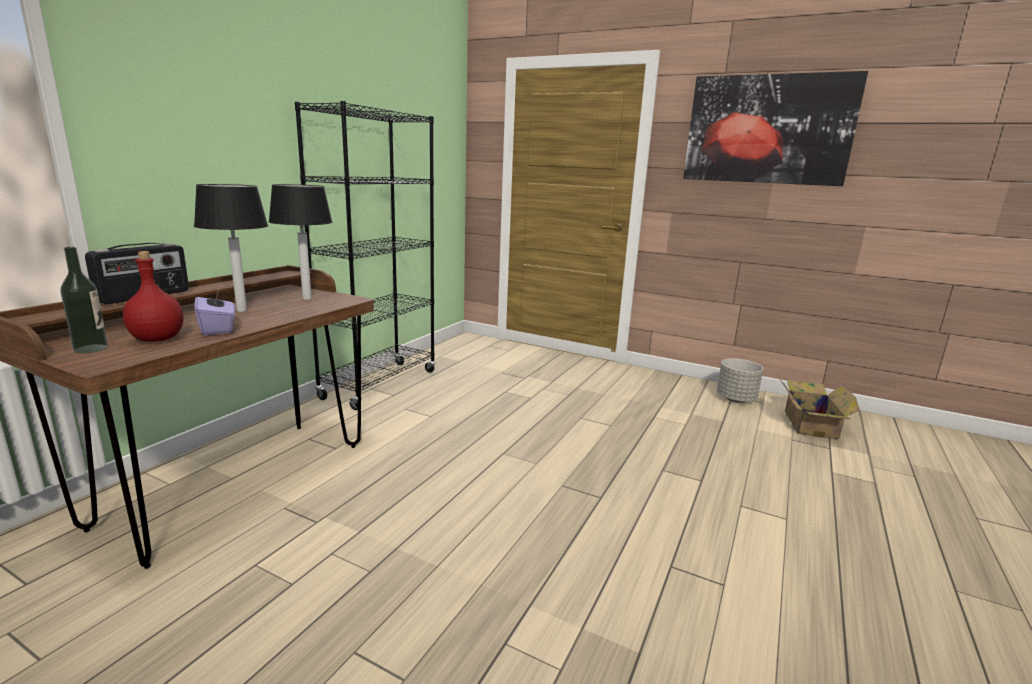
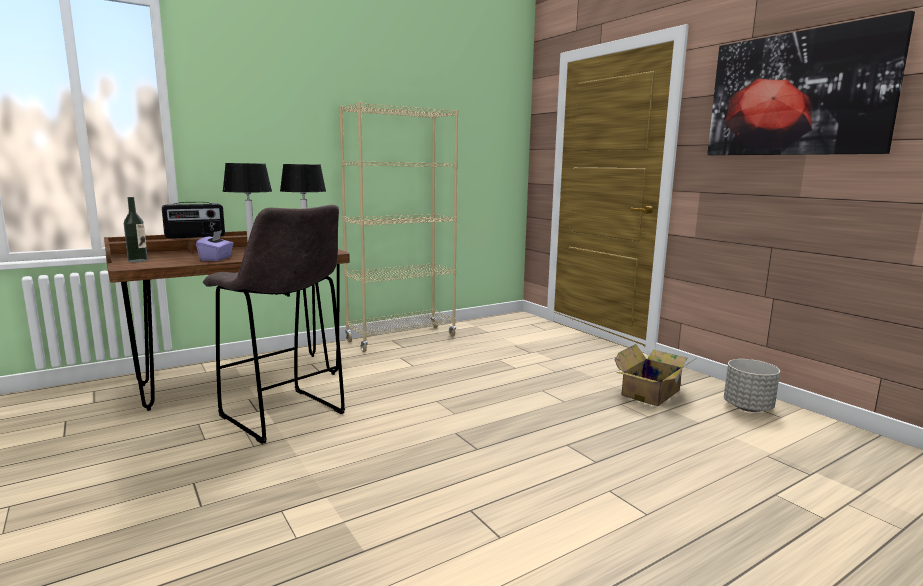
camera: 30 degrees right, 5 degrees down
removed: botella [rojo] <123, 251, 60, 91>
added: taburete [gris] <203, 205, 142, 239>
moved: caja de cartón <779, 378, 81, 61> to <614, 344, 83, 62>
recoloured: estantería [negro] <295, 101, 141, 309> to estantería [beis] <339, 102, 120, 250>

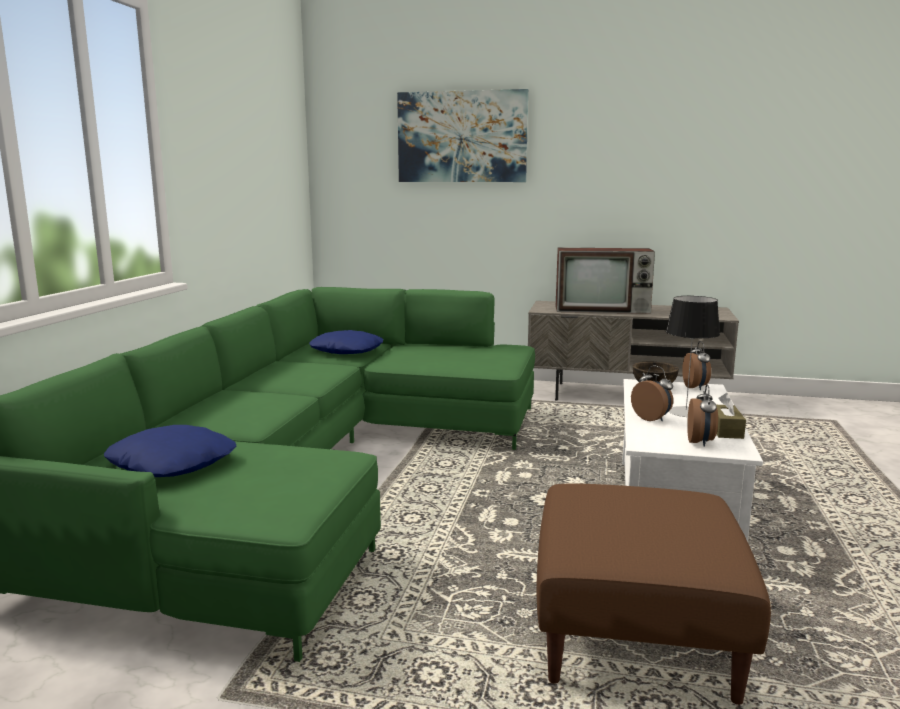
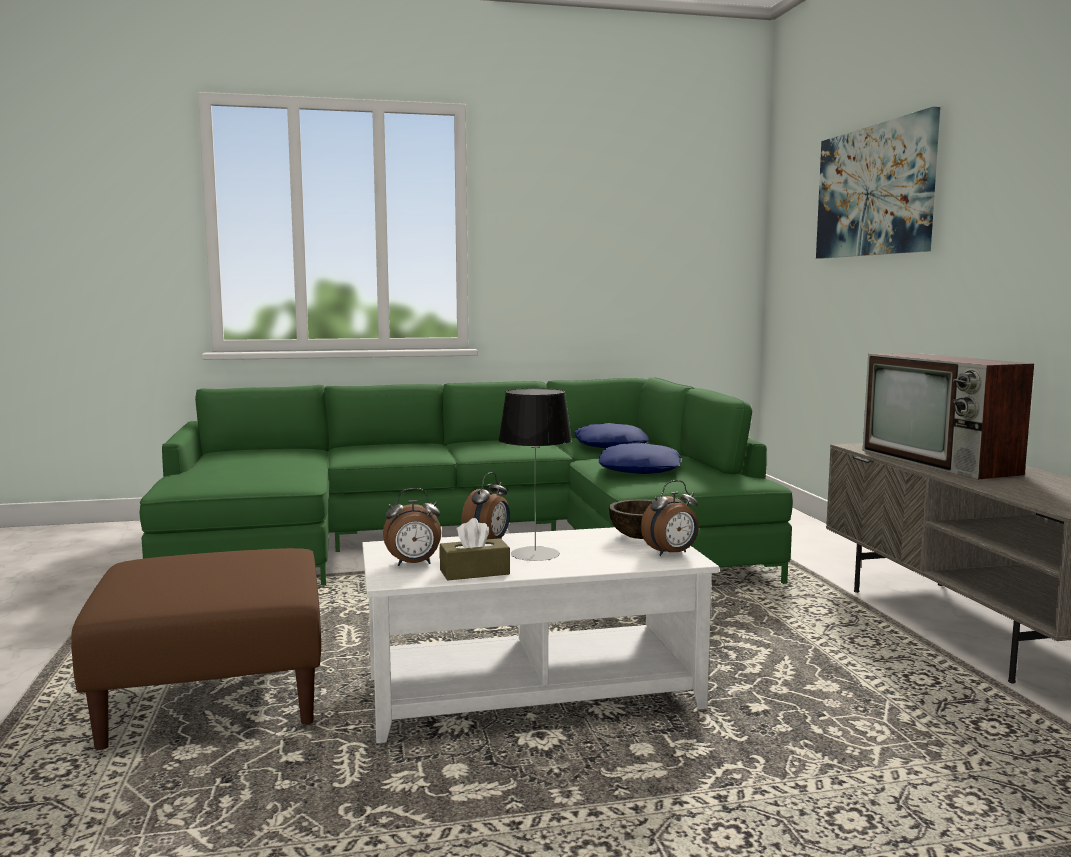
camera: 65 degrees right, 5 degrees down
moved: cojín [azul] <104, 425, 132, 52> to <599, 443, 82, 31>

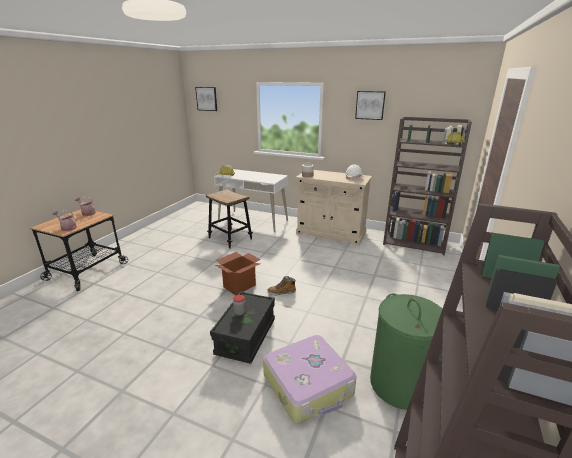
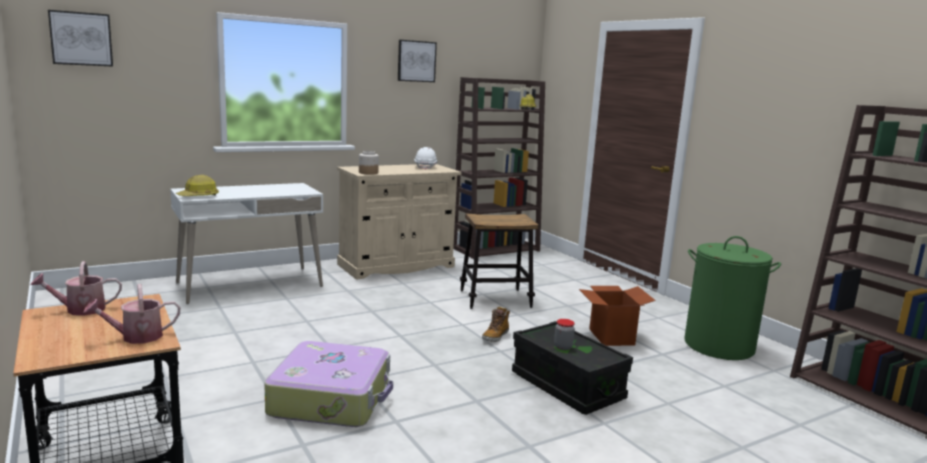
camera: 55 degrees left, 10 degrees down
moved: maleta <263, 335, 94, 89> to <264, 341, 129, 86>; taburete <206, 189, 47, 60> to <460, 213, 79, 96>; caja de cartón <216, 252, 45, 43> to <579, 286, 77, 60>

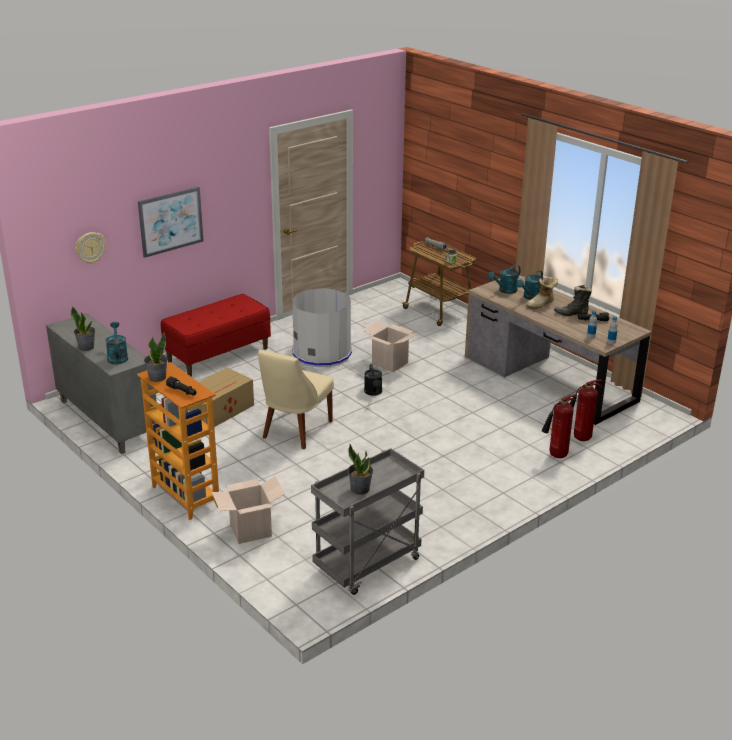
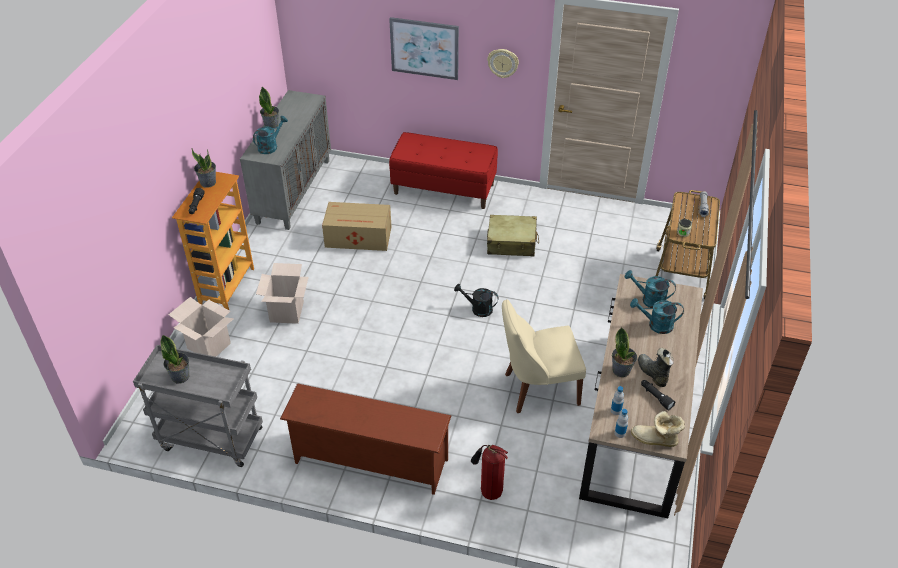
camera: 55 degrees right, 15 degrees up
removed: extintor <569, 380, 33, 61>
added: zapatero [marrón] <280, 383, 171, 112>; planta en maceta <612, 327, 25, 50>
moved: caja de cartón <363, 321, 56, 51> to <256, 263, 53, 61>; reloj de pared <75, 232, 31, 32> to <487, 49, 32, 29>; silla [beis] <258, 350, 76, 99> to <502, 300, 84, 113>; bota <526, 277, 32, 32> to <631, 411, 54, 36>
replaced: papelera [gris] <292, 288, 60, 79> to maleta [beis] <487, 215, 52, 41>
turned: regadera [negro] <364, 364, 18, 32> = <454, 284, 45, 33> 60 degrees clockwise

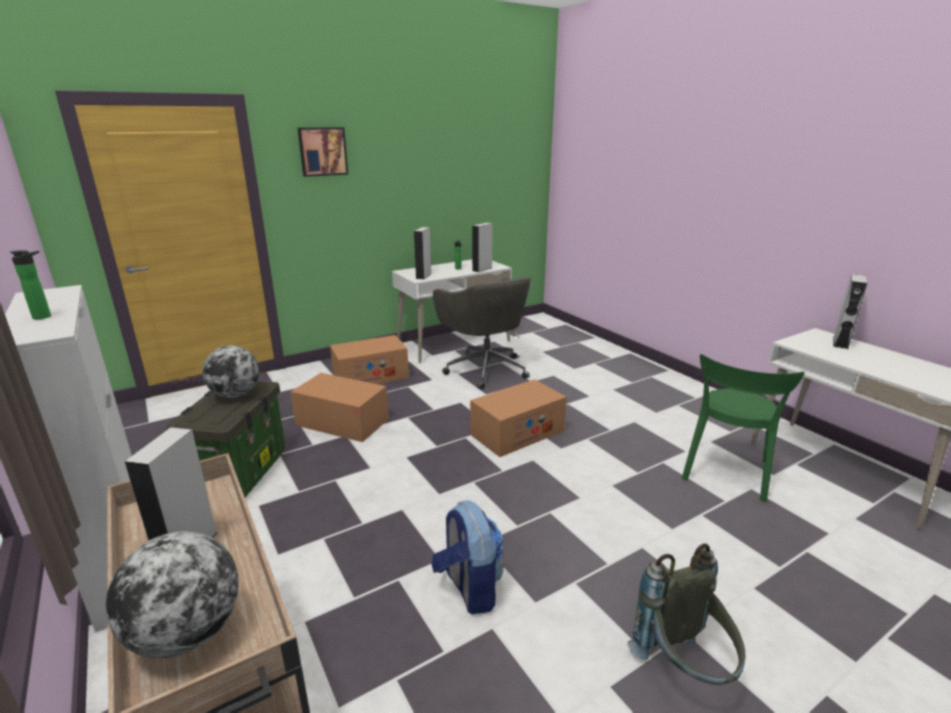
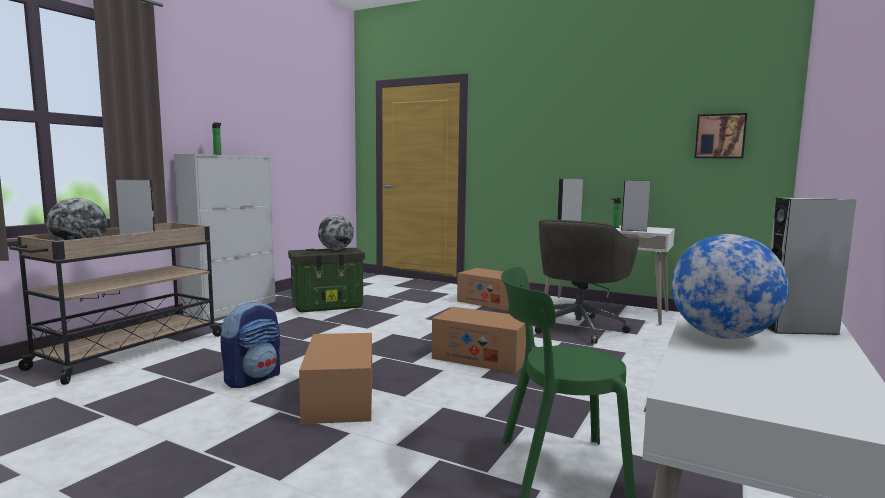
camera: 60 degrees right, 15 degrees down
removed: mochila [gris] <627, 543, 119, 142>
added: globo terráqueo <671, 234, 118, 105>
moved: caja de cartón <290, 373, 99, 69> to <299, 333, 73, 91>; cuadro <298, 127, 50, 50> to <695, 113, 52, 45>

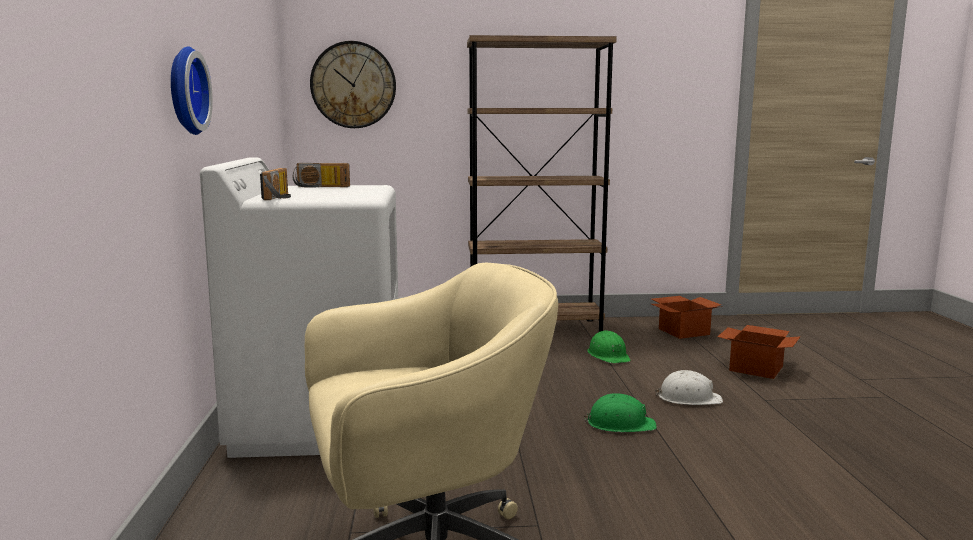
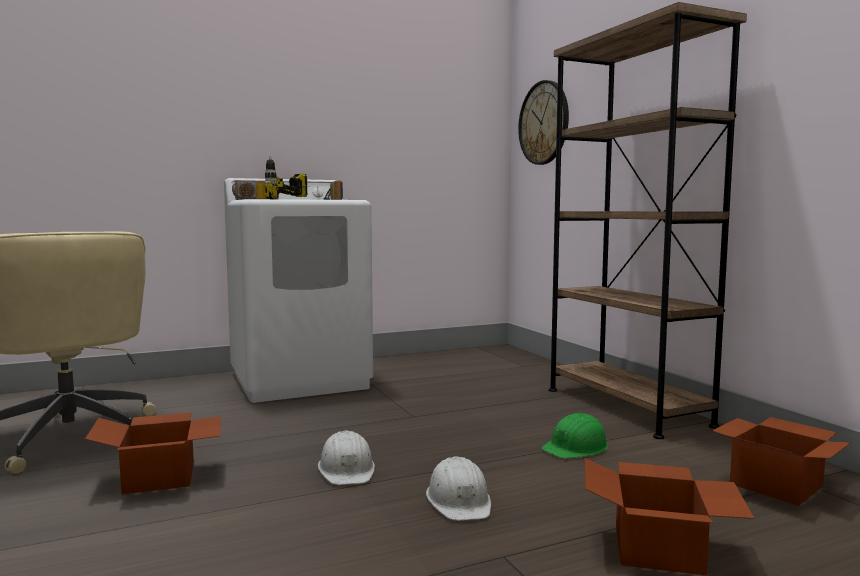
camera: 70 degrees right, 5 degrees down
removed: reloj de pared <171, 46, 42, 89>
added: caja de cartón <85, 413, 136, 81>; taladro <264, 156, 47, 43>
recoloured: casco [verde] <583, 393, 74, 39> to casco [blanco] <318, 430, 57, 55>

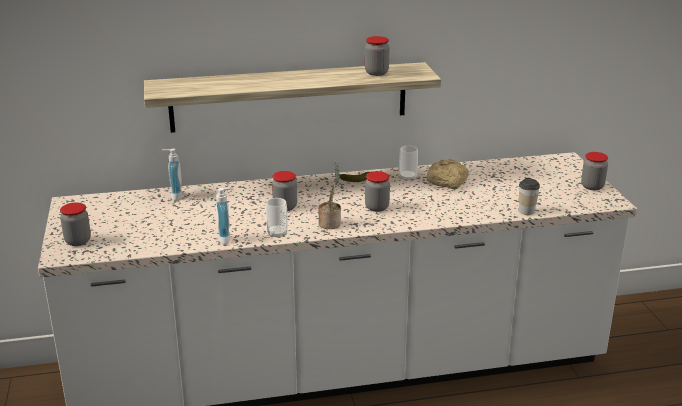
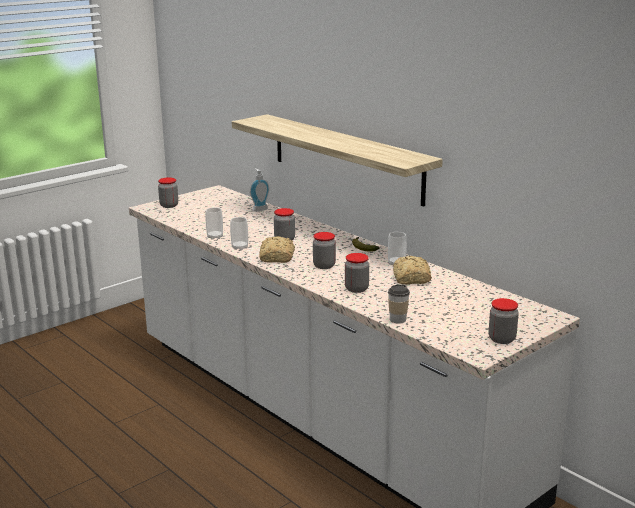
camera: 60 degrees right, 5 degrees down
moved: tarro <365, 36, 25, 40> to <345, 253, 24, 40>
replaced: dispensador de jabón <216, 188, 17, 57> to taza <205, 207, 18, 33>; planta en maceta <318, 163, 23, 66> to pan <259, 236, 36, 27>

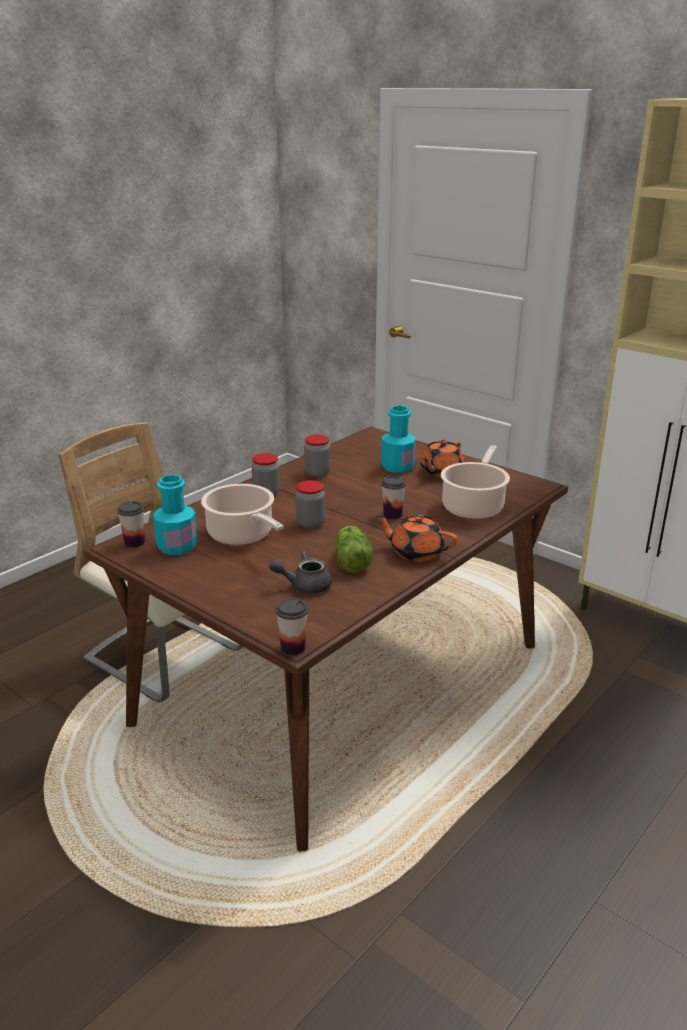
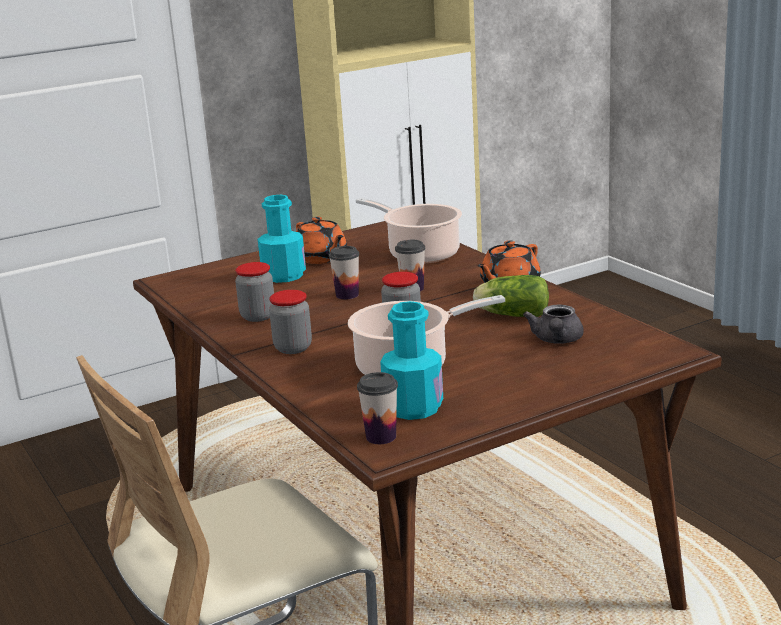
camera: 70 degrees left, 5 degrees down
moved: taza <276, 598, 32, 57> to <329, 246, 30, 53>

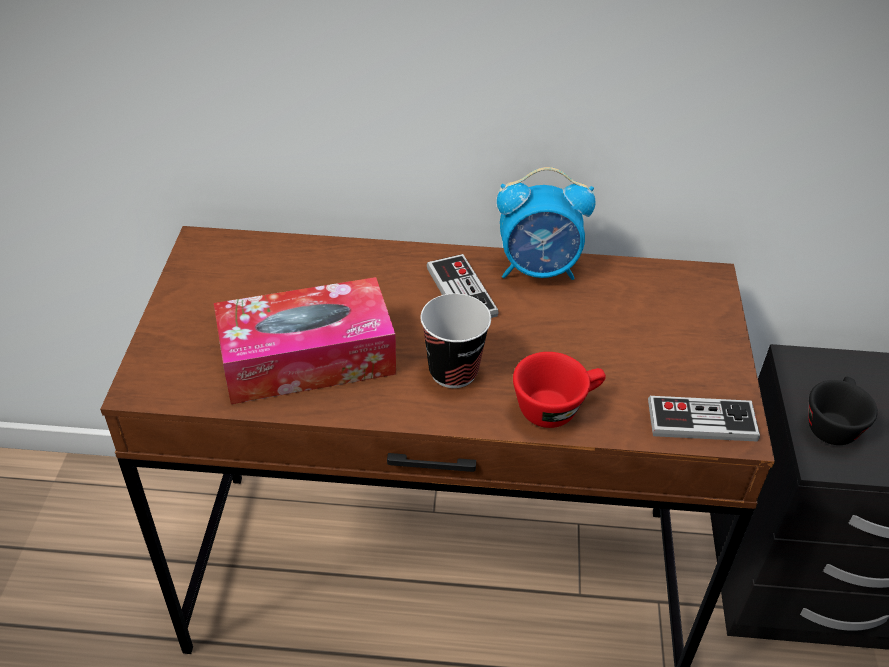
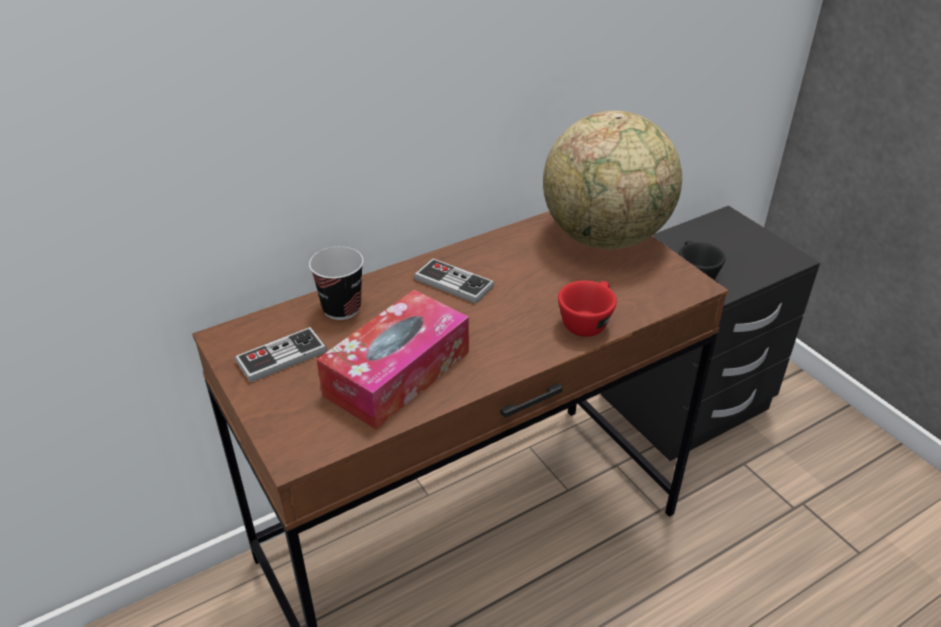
camera: 35 degrees left, 5 degrees down
removed: despertador <497, 167, 99, 113>
added: globo terráqueo <543, 111, 139, 138>
moved: mando de consola <648, 396, 112, 45> to <235, 327, 92, 56>; taza <421, 294, 70, 94> to <309, 246, 55, 74>

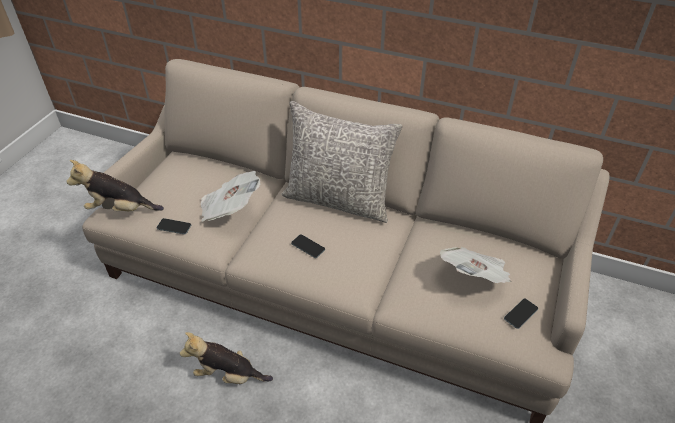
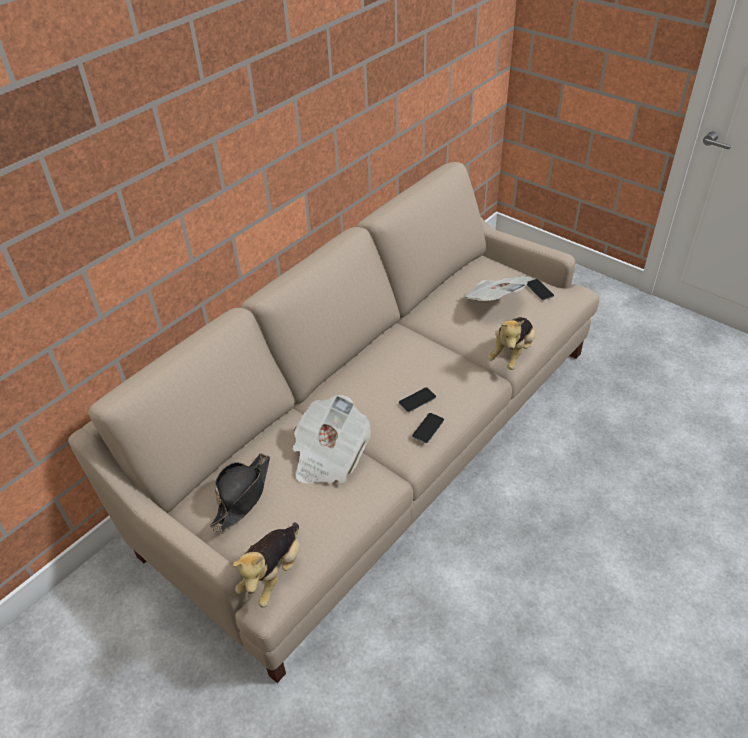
camera: 70 degrees left, 0 degrees up
removed: cojín [gris] <282, 101, 121, 122>
added: sombrero [negro] <210, 453, 60, 80>
moved: móvil <157, 218, 34, 17> to <412, 413, 32, 30>; peluche <180, 332, 93, 52> to <488, 317, 48, 53>

